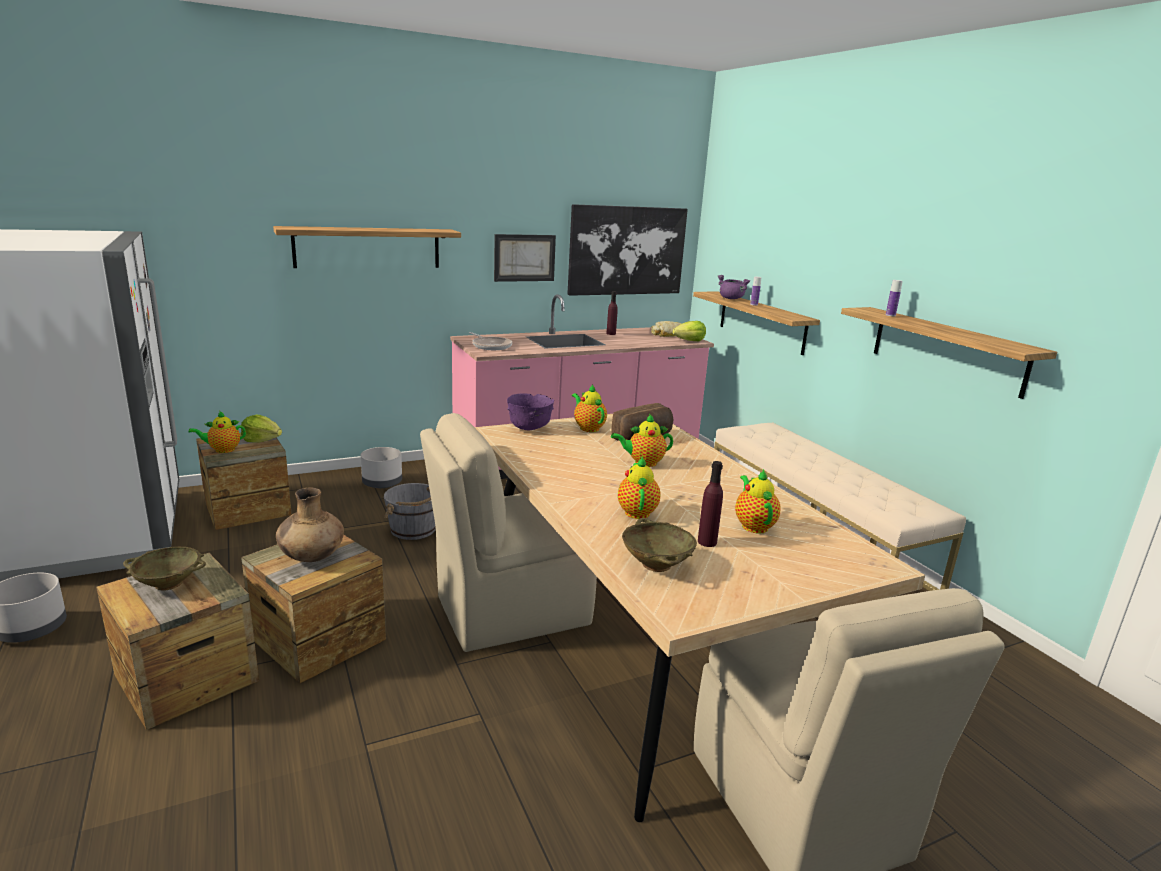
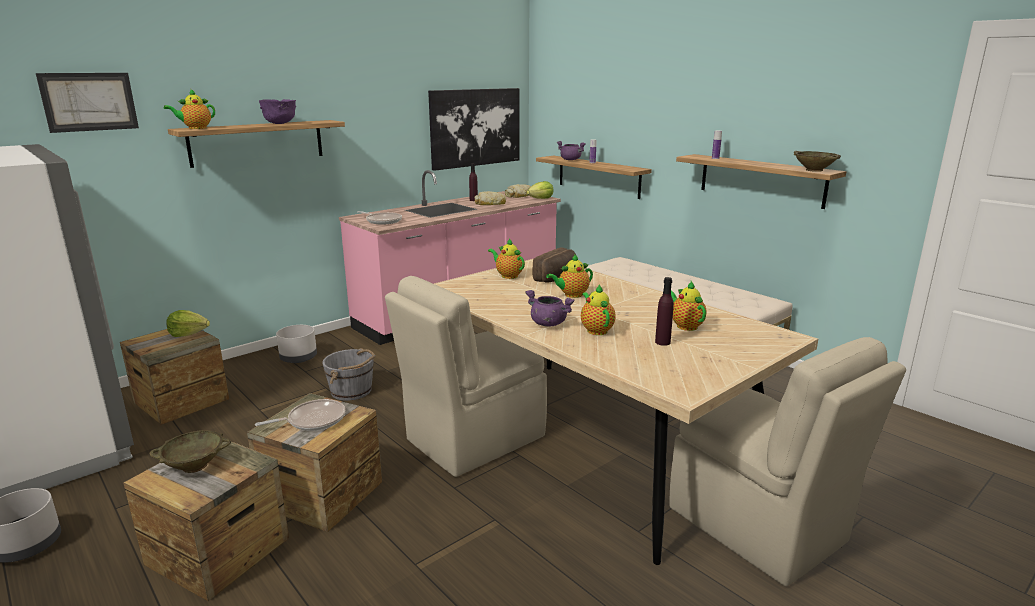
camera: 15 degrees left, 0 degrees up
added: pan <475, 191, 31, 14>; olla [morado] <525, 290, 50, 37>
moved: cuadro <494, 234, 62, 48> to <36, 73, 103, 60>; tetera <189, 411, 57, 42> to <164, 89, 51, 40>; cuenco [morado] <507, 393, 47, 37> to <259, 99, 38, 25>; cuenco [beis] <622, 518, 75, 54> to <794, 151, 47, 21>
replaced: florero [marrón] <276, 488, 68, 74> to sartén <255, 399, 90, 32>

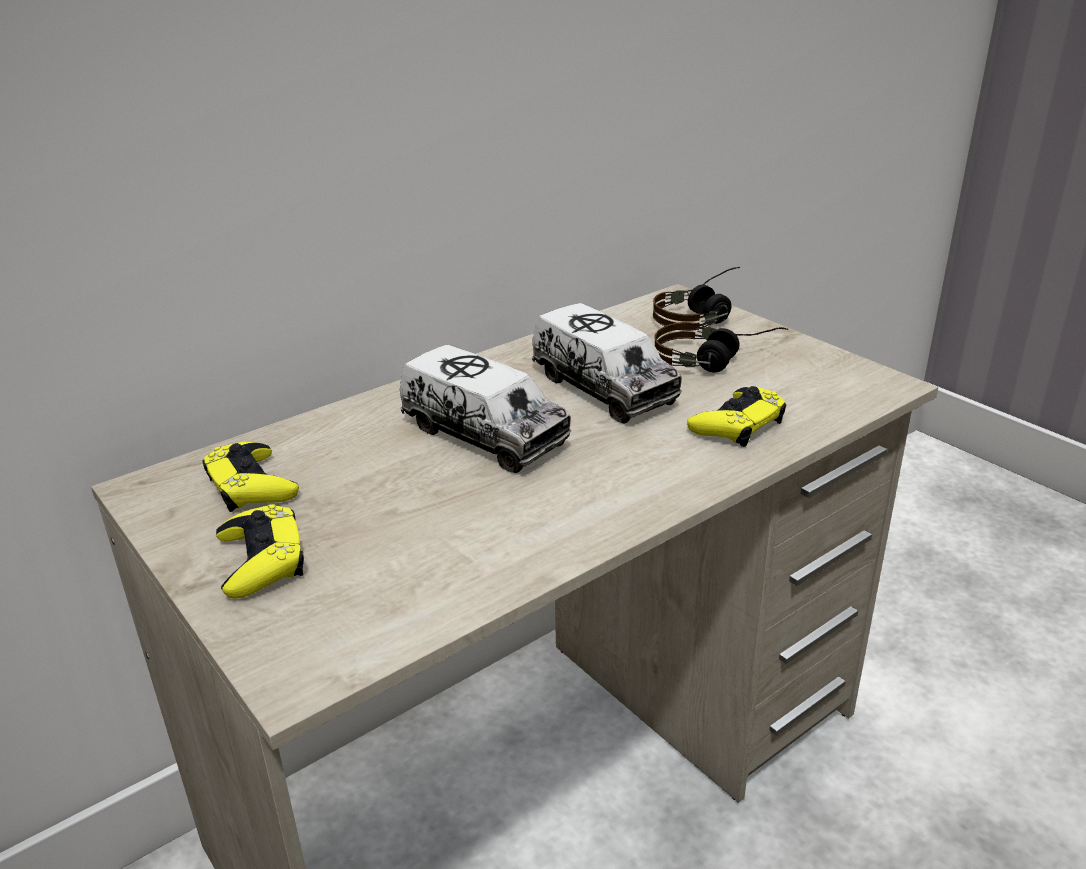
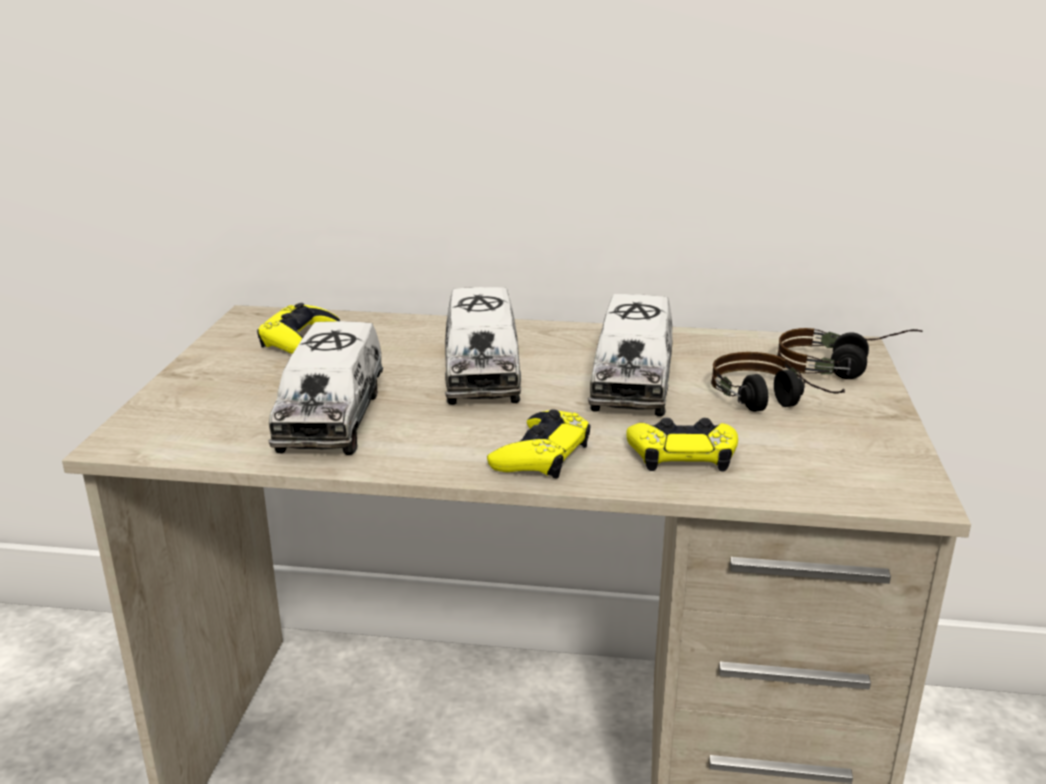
camera: 45 degrees right, 5 degrees down
added: camión de juguete <268, 321, 115, 134>
moved: mando de consola [amarillo] <216, 504, 88, 95> to <487, 409, 104, 70>

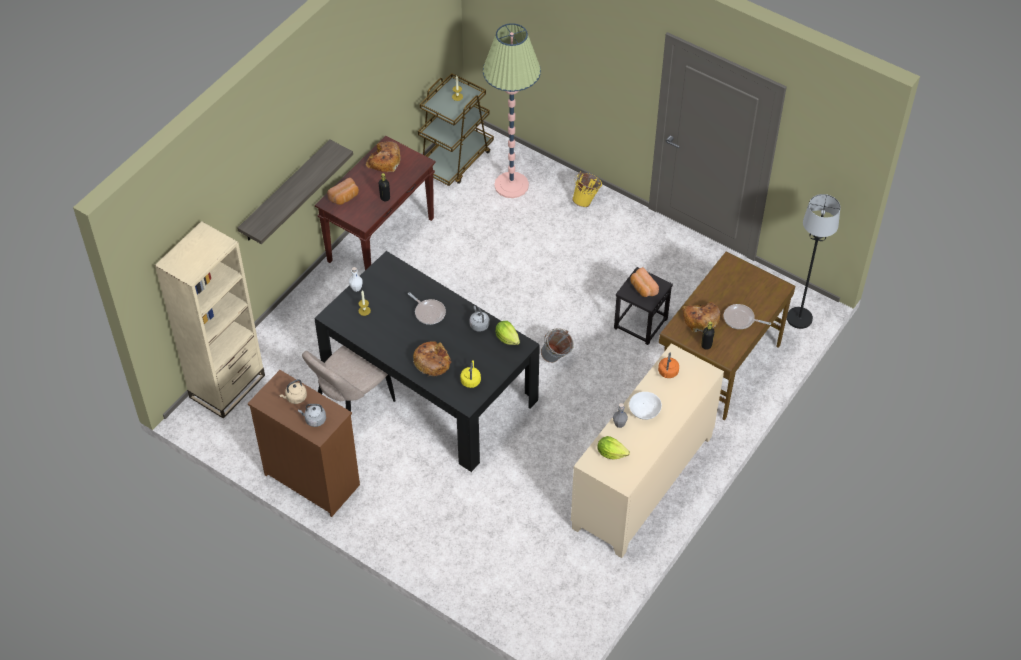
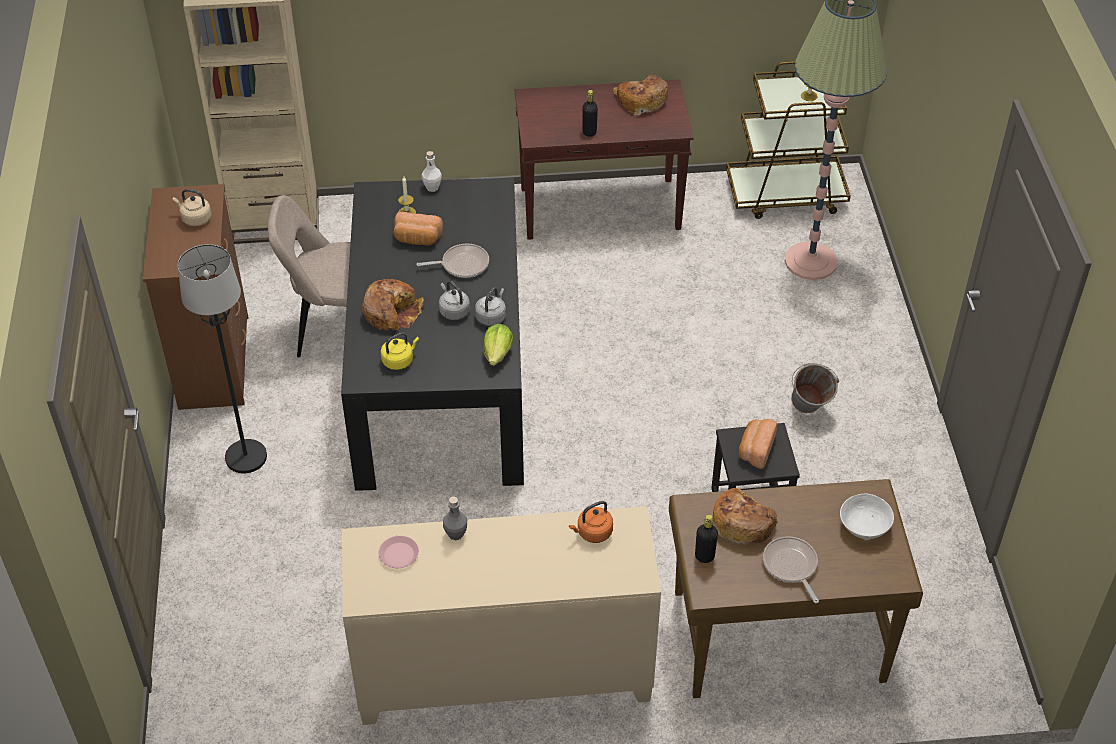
camera: 50 degrees right, 5 degrees down
removed: estante <238, 140, 115, 104>; cubo [amarillo] <572, 171, 30, 36>
moved: lámpara de pie [negro] <787, 194, 53, 135> to <178, 244, 89, 229>; pan <327, 178, 32, 27> to <394, 212, 49, 33>; hervidor [gris] <298, 404, 28, 23> to <439, 281, 31, 39>; cubo [gris] <541, 328, 33, 35> to <791, 363, 48, 50>; cuenco [blanco] <629, 392, 33, 28> to <840, 493, 54, 46>
replaced: lechuga <597, 436, 33, 24> to plato [rosa] <379, 536, 40, 32>
turned: sartén <408, 292, 38, 33> = <417, 243, 72, 35> 105 degrees counterclockwise

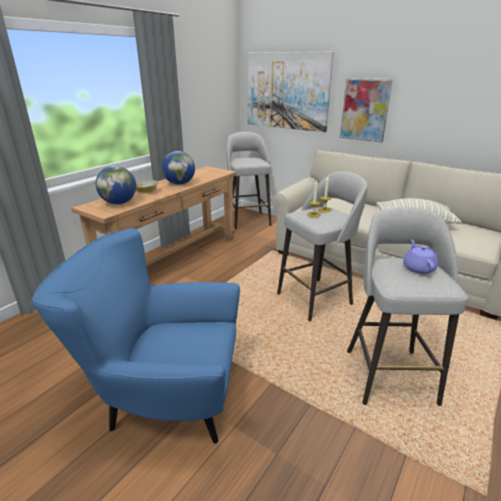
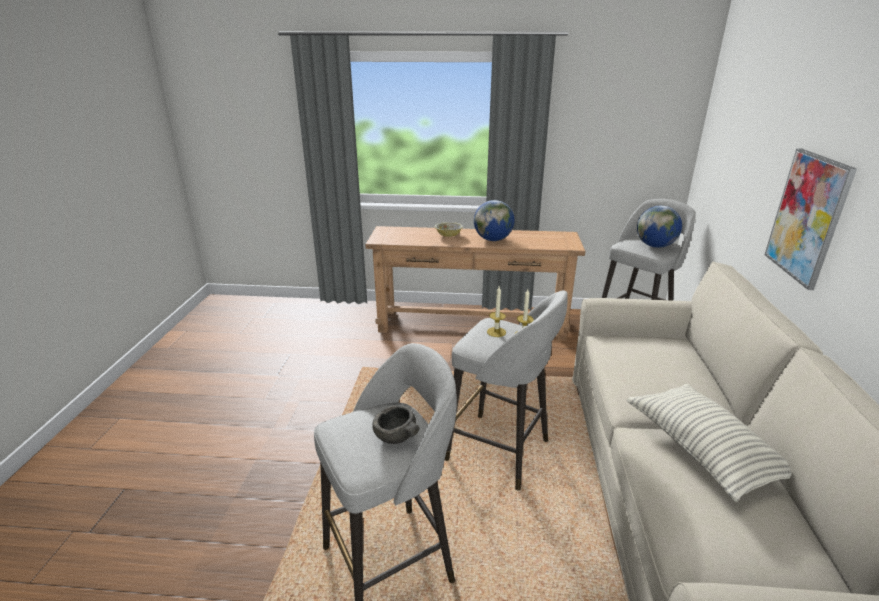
camera: 60 degrees right, 0 degrees up
removed: sillón [azul] <32, 228, 208, 216>; cuadro <248, 52, 86, 80>
moved: globo terráqueo <96, 166, 40, 38> to <637, 206, 45, 42>
replaced: tetera [morado] <403, 240, 35, 34> to cuenco [gris] <372, 405, 48, 39>

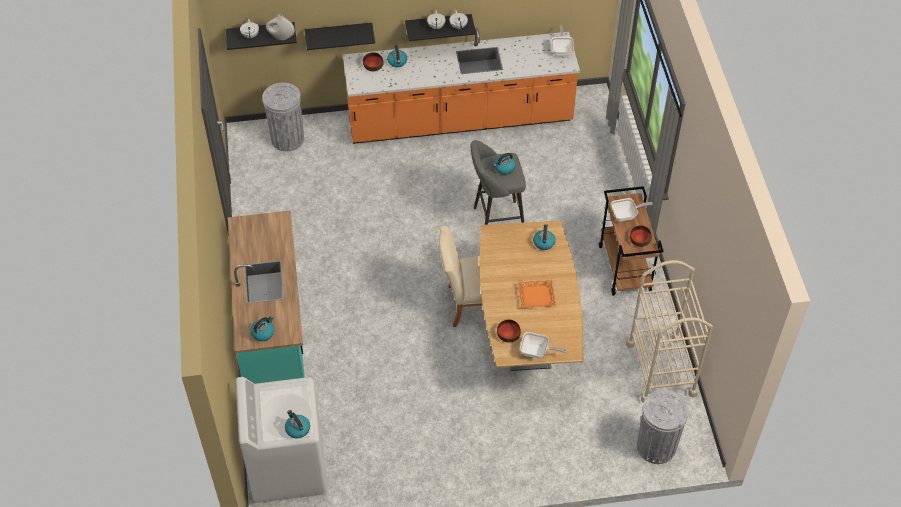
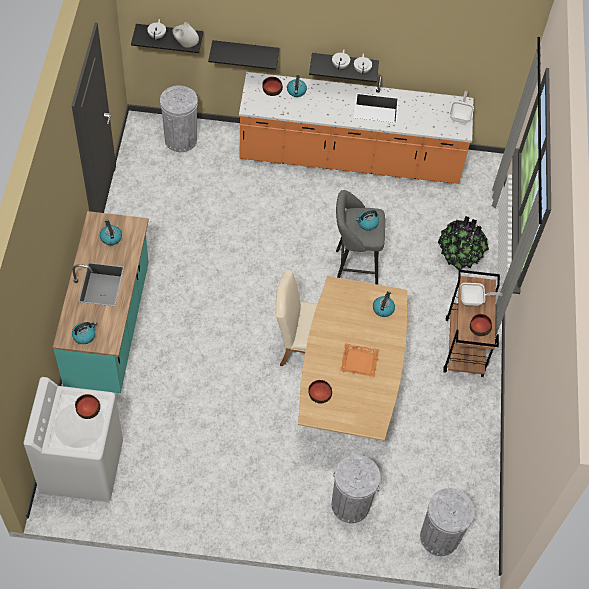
camera: 10 degrees right, 5 degrees up
removed: sartén <520, 332, 46, 27>; carrito [beis] <626, 260, 87, 143>
added: cuenco <75, 394, 25, 25>; papelera [gris] <332, 455, 48, 68>; planta en maceta <438, 216, 51, 54>
moved: hervidor <285, 410, 25, 28> to <100, 220, 22, 25>

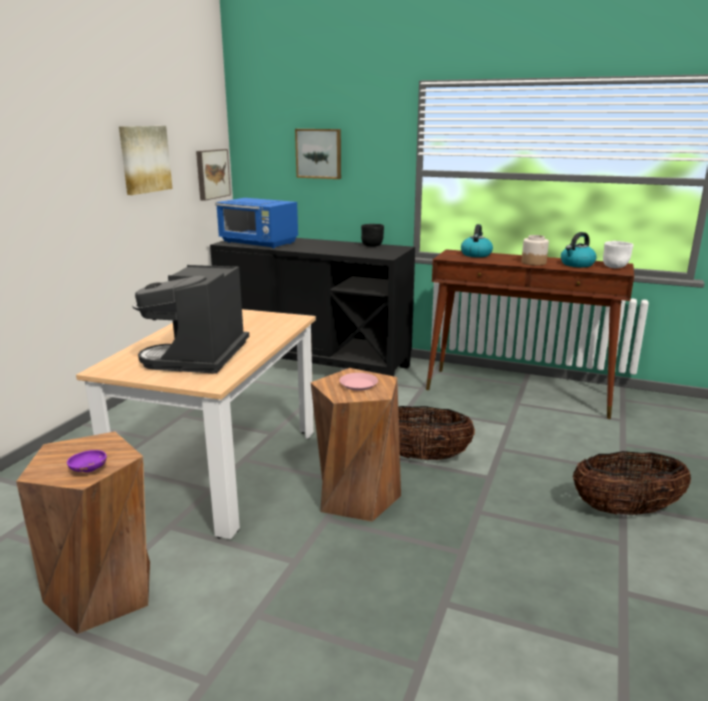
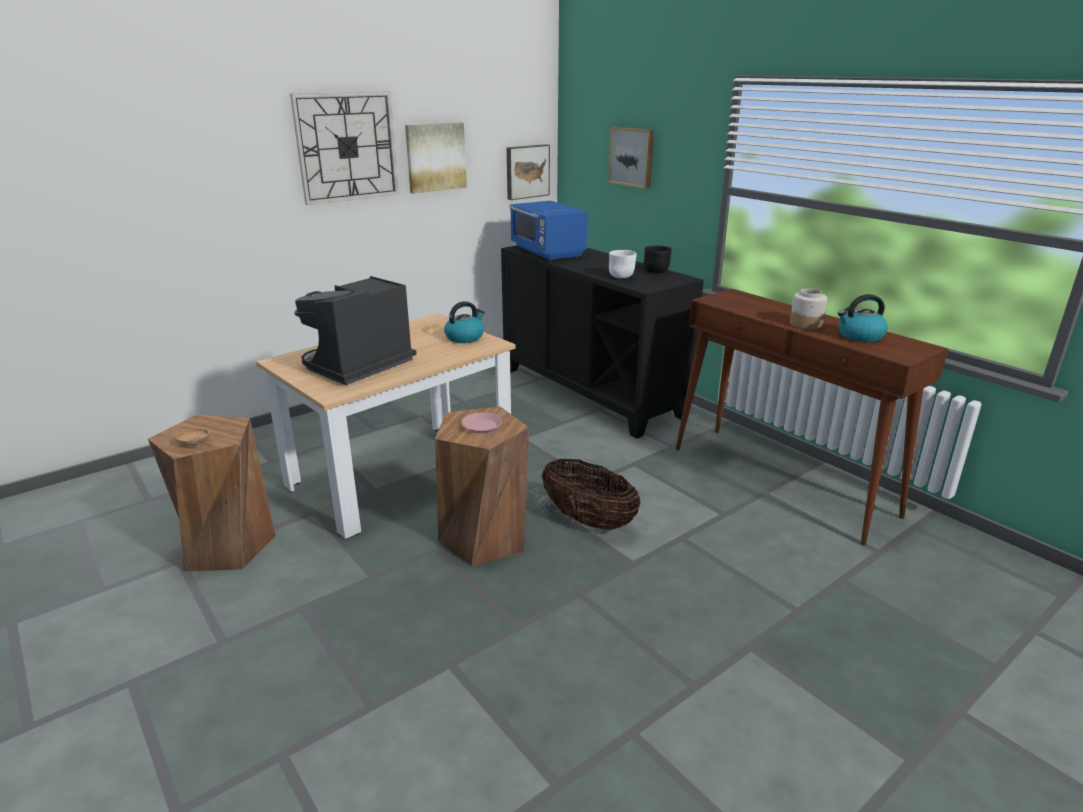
camera: 30 degrees right, 5 degrees up
removed: cesta <573, 451, 118, 64>
added: reloj de pared <290, 91, 109, 114>
moved: hervidor <461, 224, 32, 33> to <444, 301, 41, 42>; cuenco [blanco] <603, 241, 30, 27> to <609, 250, 27, 28>
recoloured: cuenco [morado] <67, 450, 40, 22> to cuenco [marrón] <176, 428, 34, 18>

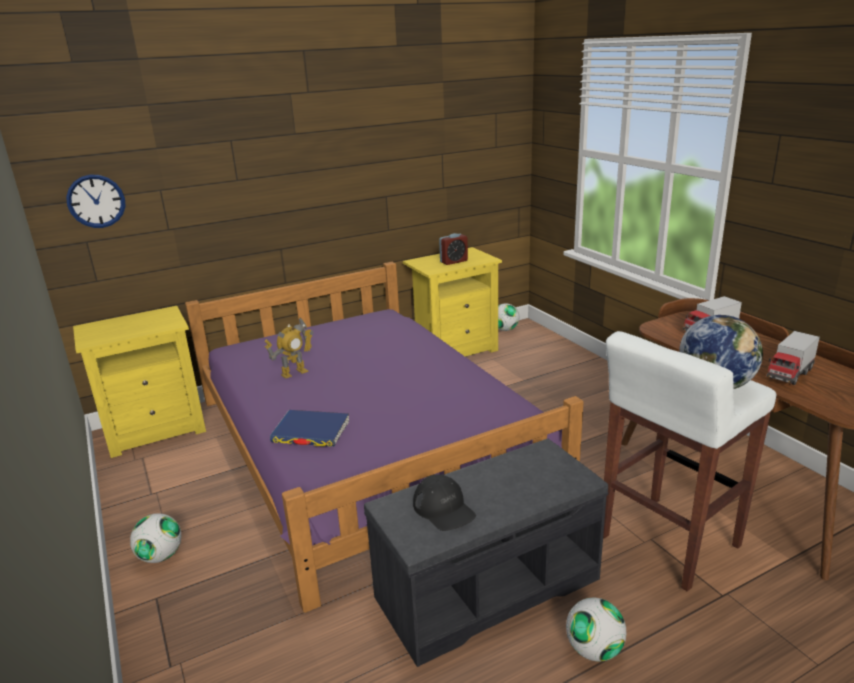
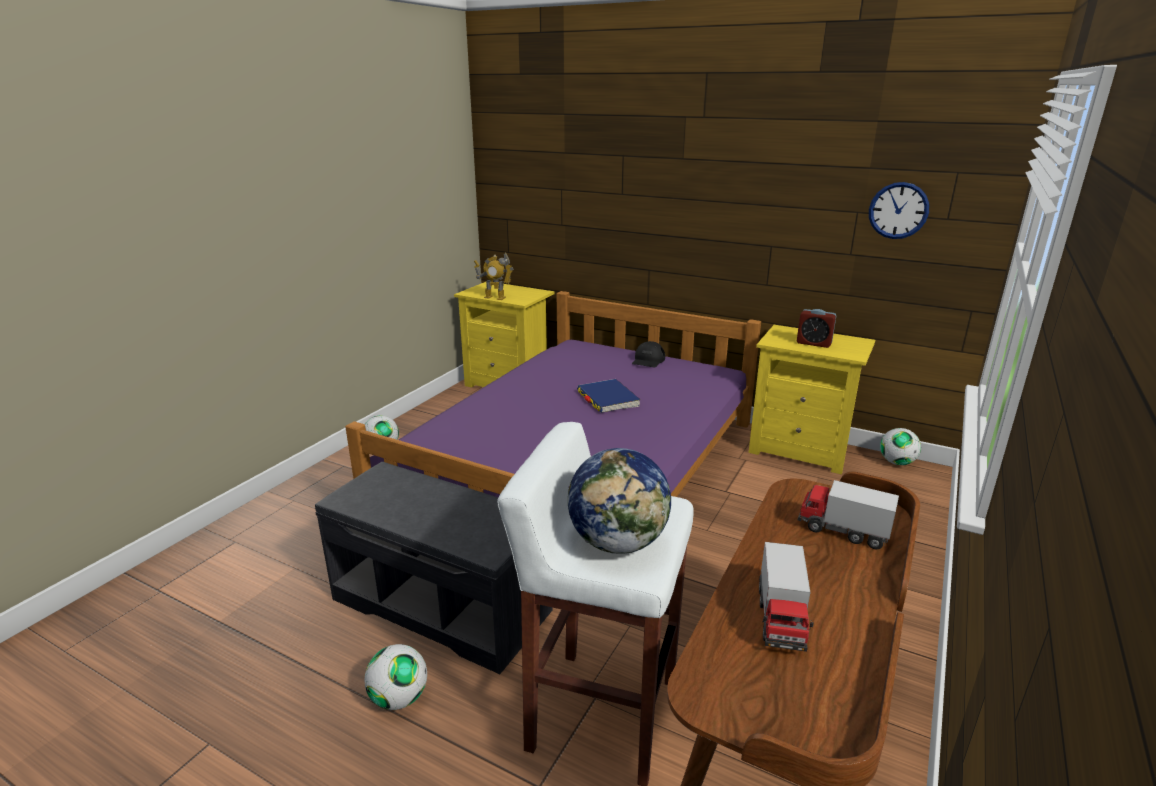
camera: 55 degrees right, 0 degrees up
moved: robot de juguete <265, 318, 49, 61> to <474, 252, 40, 48>; libro [azul] <270, 410, 79, 37> to <577, 379, 64, 34>; gorra [negro] <413, 474, 63, 57> to <632, 341, 33, 26>; reloj de pared <66, 175, 59, 53> to <869, 182, 60, 57>
turned: camión de juguete <767, 331, 53, 54> = <759, 542, 55, 110> 90 degrees counterclockwise

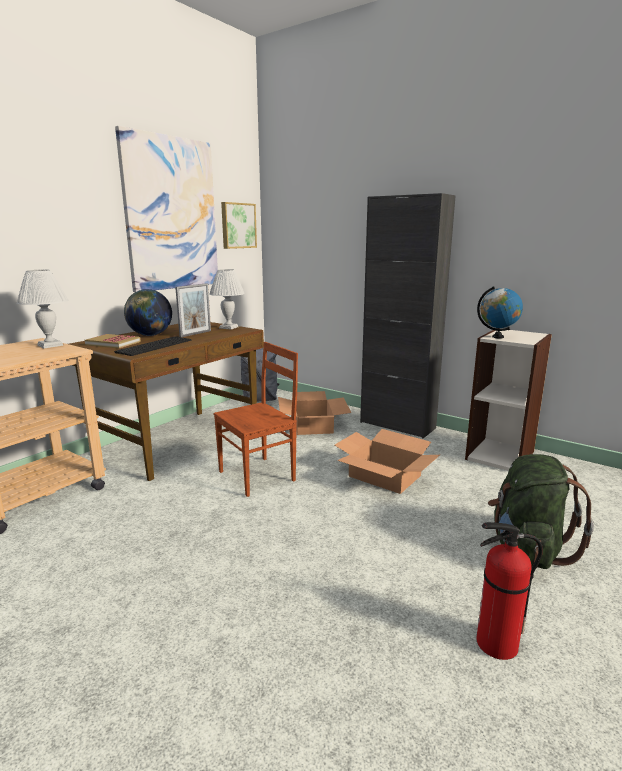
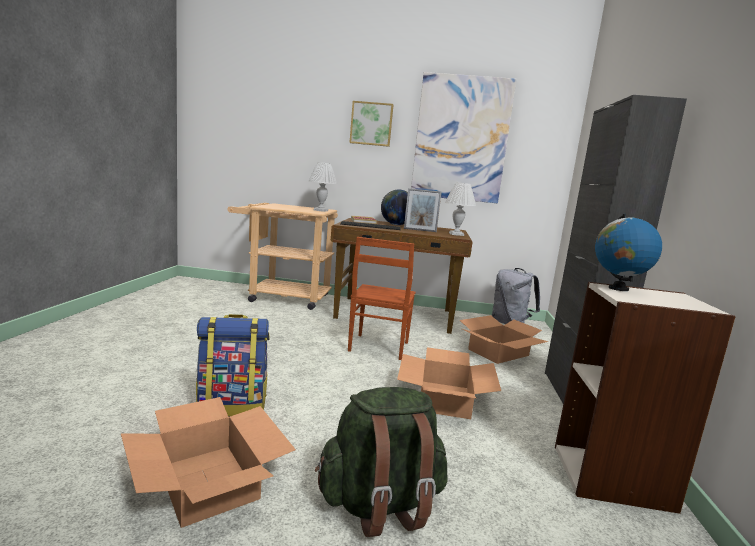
camera: 60 degrees right, 5 degrees down
added: mochila <196, 314, 74, 103>
moved: cuadro <221, 202, 36, 47> to <349, 101, 44, 46>
replaced: extintor <476, 522, 67, 138> to caja de cartón <121, 397, 175, 131>
turned: silla [marrón] <213, 342, 85, 155> = <348, 237, 67, 123> 75 degrees clockwise

